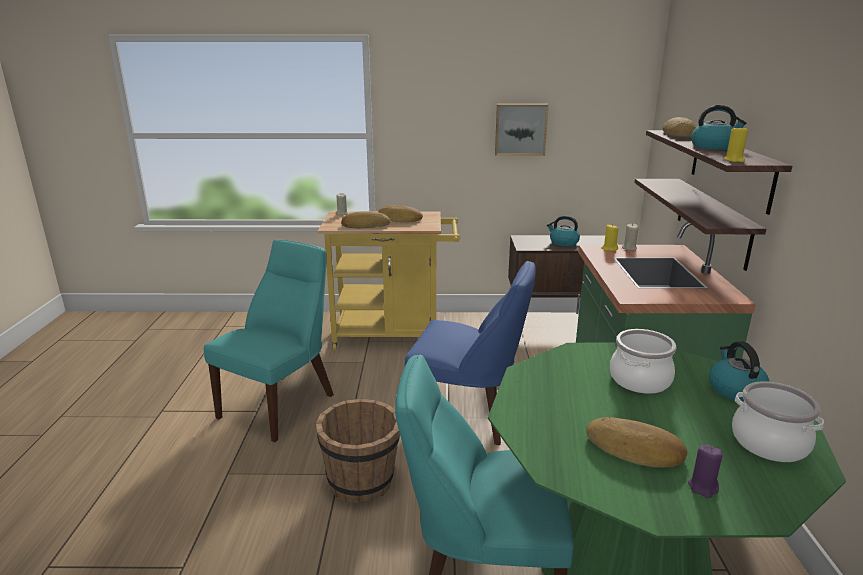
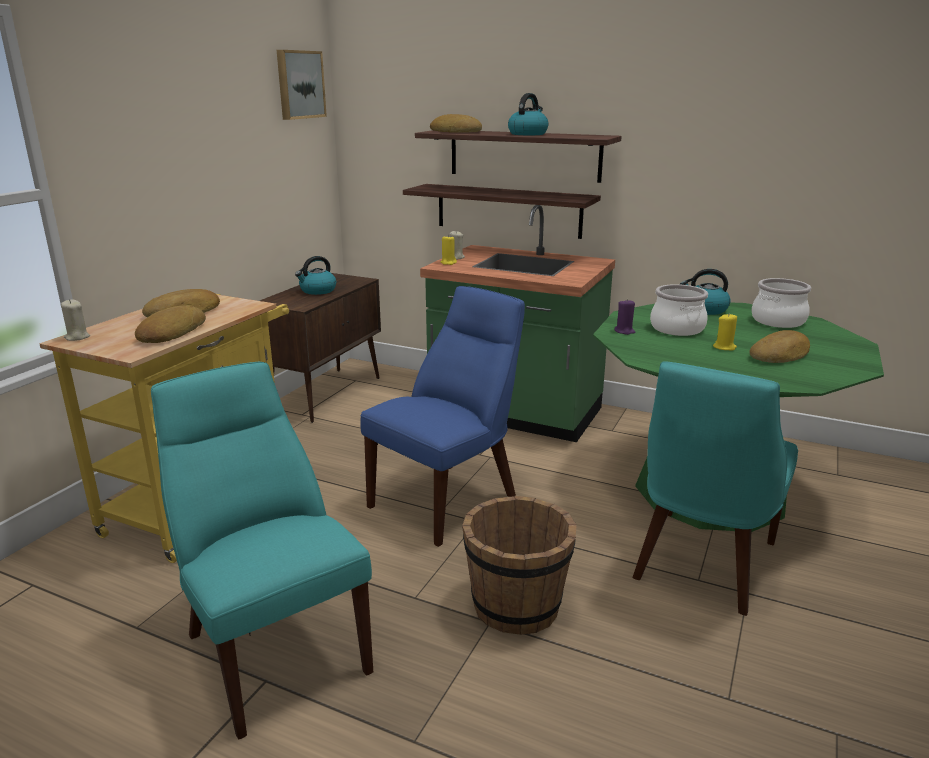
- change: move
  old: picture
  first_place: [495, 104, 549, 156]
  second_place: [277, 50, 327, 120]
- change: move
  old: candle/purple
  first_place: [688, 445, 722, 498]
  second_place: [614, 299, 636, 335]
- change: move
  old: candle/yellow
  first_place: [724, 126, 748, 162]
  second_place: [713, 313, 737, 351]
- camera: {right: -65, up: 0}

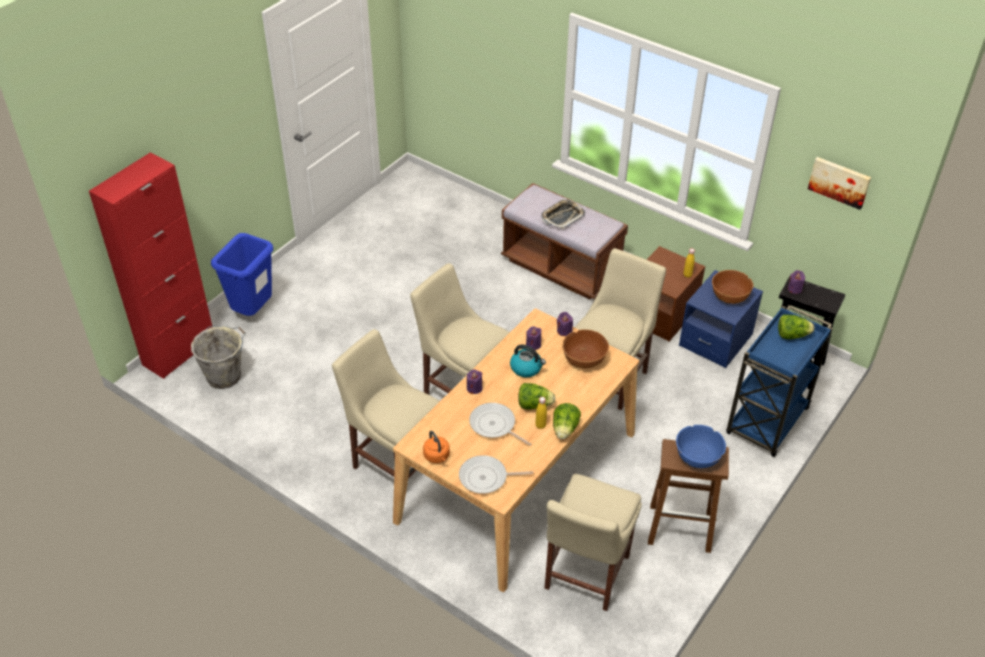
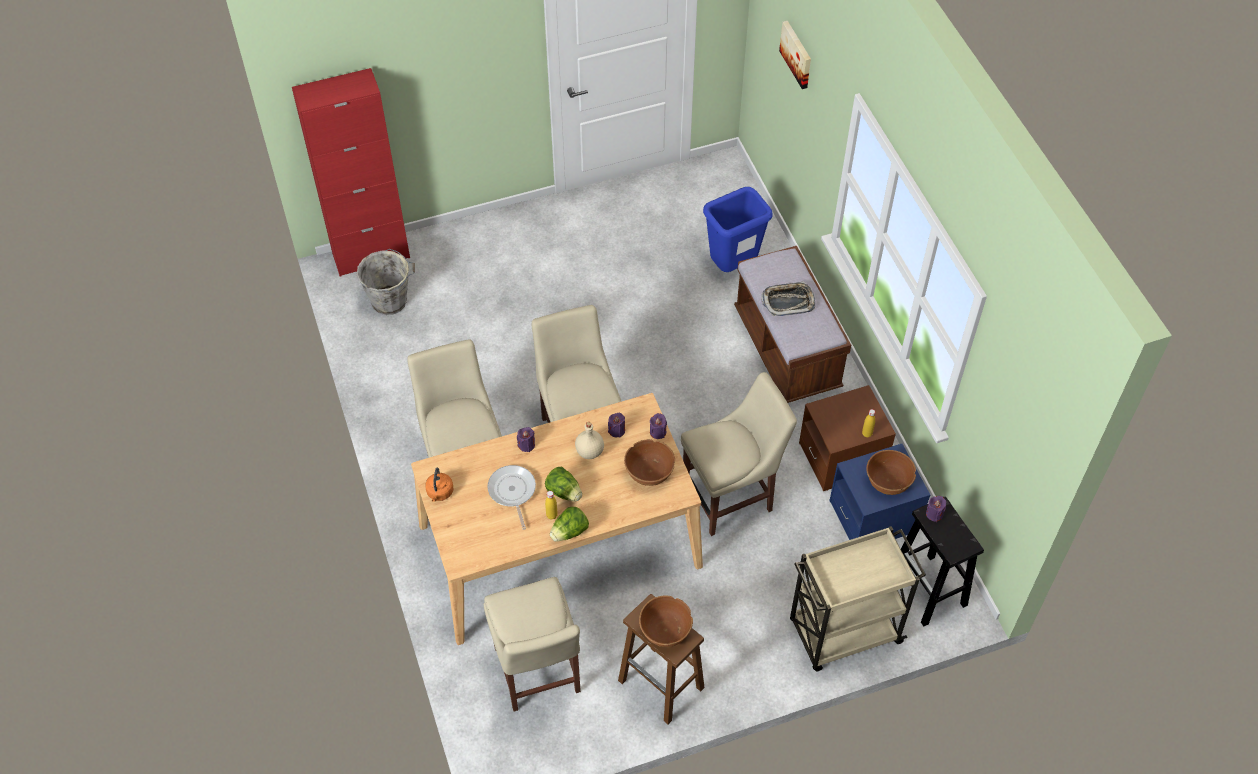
- change: move
  old: trash can/blue
  first_place: [211, 233, 274, 316]
  second_place: [703, 187, 773, 272]
- change: delete
  old: frying pan
  first_place: [459, 455, 533, 494]
- change: replace
  old: kettle
  new: bottle/beige
  first_place: [510, 345, 546, 377]
  second_place: [575, 422, 604, 459]
- change: rotate
  old: chair/beige
  first_place: [545, 474, 642, 611]
  second_place: [484, 577, 581, 711]
  degrees: -75
- change: recolor
  old: bowl/blue
  new: bowl/brown
  first_place: [676, 425, 726, 468]
  second_place: [639, 596, 693, 647]
- change: recolor
  old: cart/blue
  new: cart/beige
  first_place: [726, 305, 833, 457]
  second_place: [790, 526, 926, 672]
- change: delete
  old: lettuce
  first_place: [778, 315, 814, 339]
- change: move
  old: picture
  first_place: [808, 157, 871, 210]
  second_place: [779, 21, 811, 89]
- camera: {right: 35, up: 10}

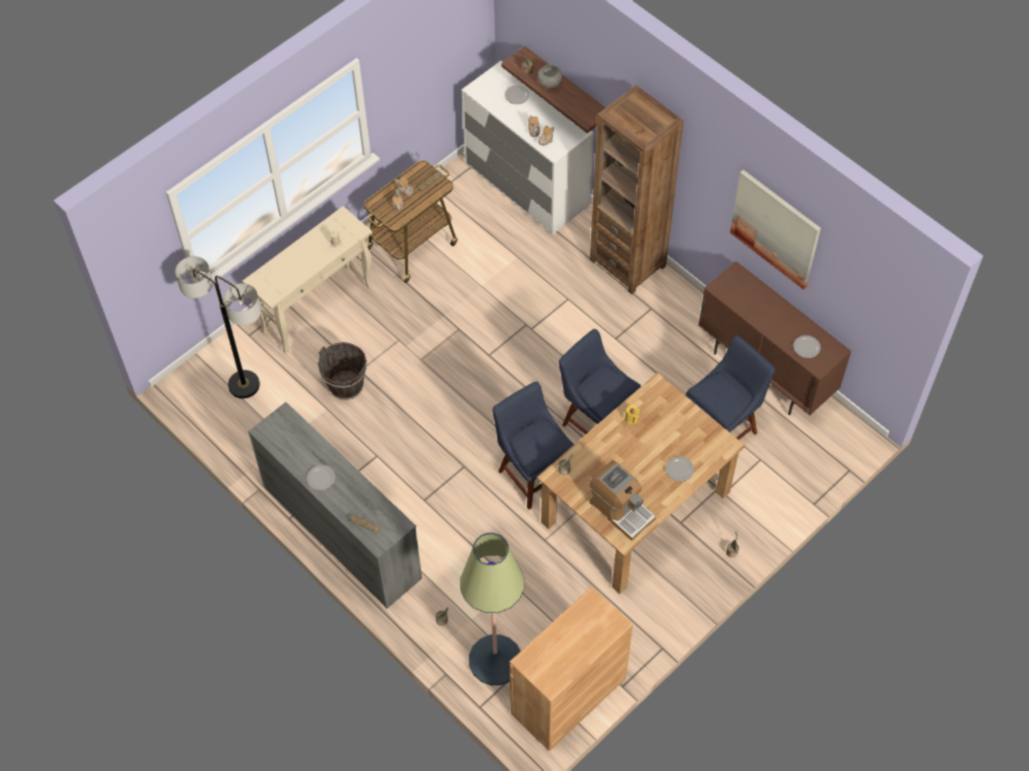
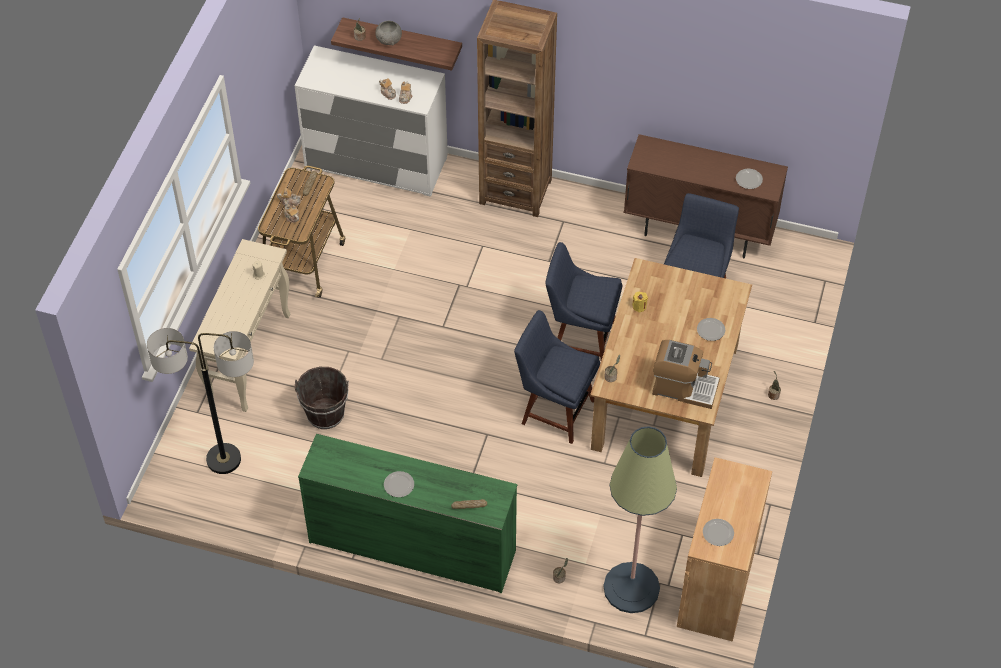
- change: recolor
  old: dresser/grey
  new: dresser/green
  first_place: [248, 402, 422, 609]
  second_place: [298, 434, 517, 593]
- change: move
  old: plate
  first_place: [505, 85, 530, 104]
  second_place: [703, 519, 734, 546]
- change: delete
  old: picture
  first_place: [730, 170, 821, 290]
- camera: {right: -30, up: -5}

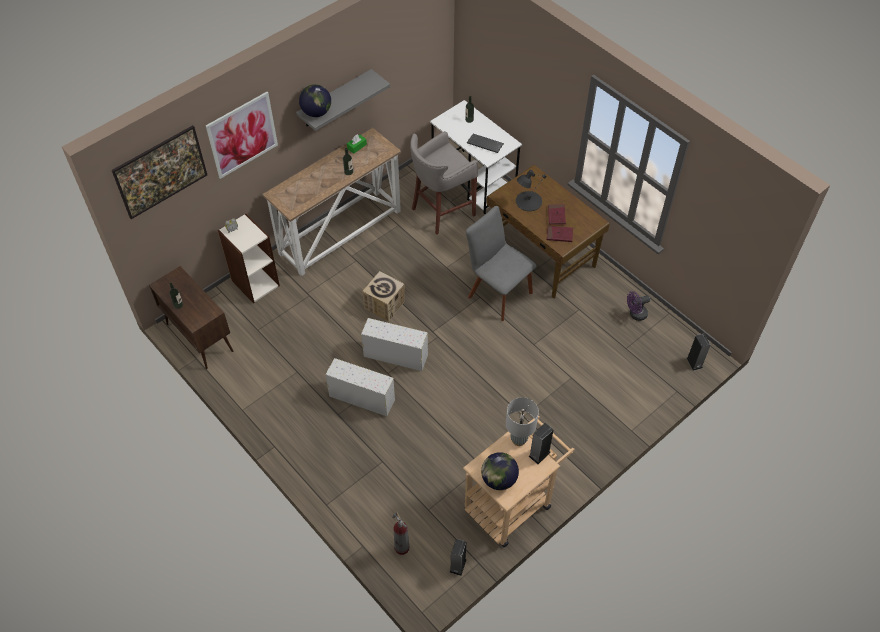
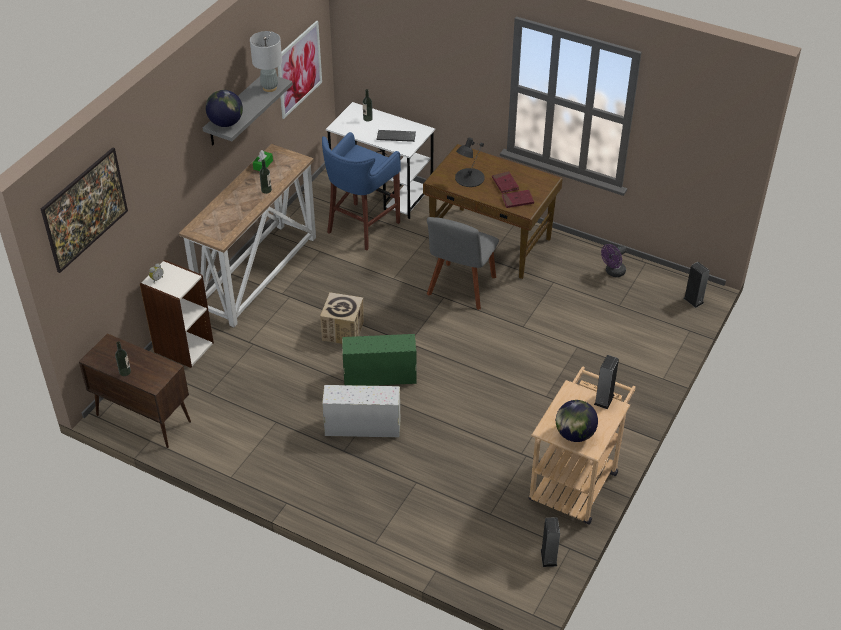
- change: move
  old: picture
  first_place: [206, 92, 278, 179]
  second_place: [277, 21, 322, 119]
- change: recolor
  old: storage box/white
  new: storage box/green
  first_place: [361, 318, 428, 371]
  second_place: [342, 334, 416, 386]
- change: delete
  old: fire extinguisher
  first_place: [392, 511, 409, 555]
- change: recolor
  old: stool/grey
  new: stool/blue
  first_place: [410, 131, 478, 235]
  second_place: [322, 132, 401, 250]
- change: rotate
  old: chair/grey
  first_place: [466, 206, 537, 321]
  second_place: [427, 217, 499, 310]
  degrees: -90
- change: move
  old: table lamp/grey
  first_place: [506, 397, 539, 446]
  second_place: [250, 31, 282, 92]
- camera: {right: -20, up: -10}

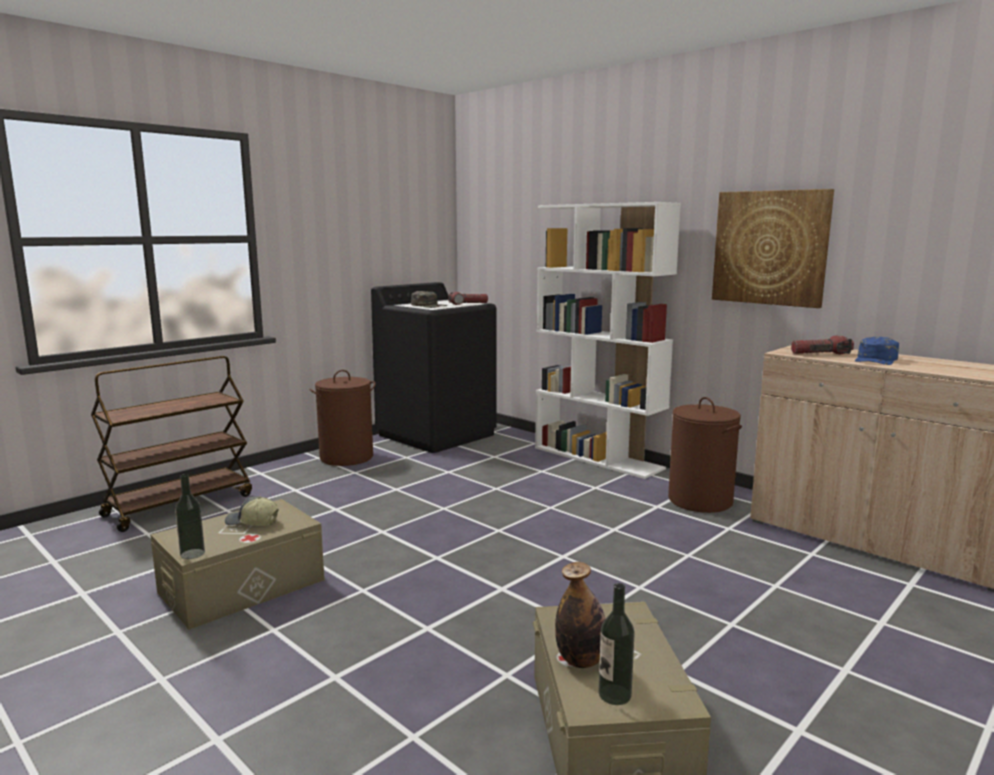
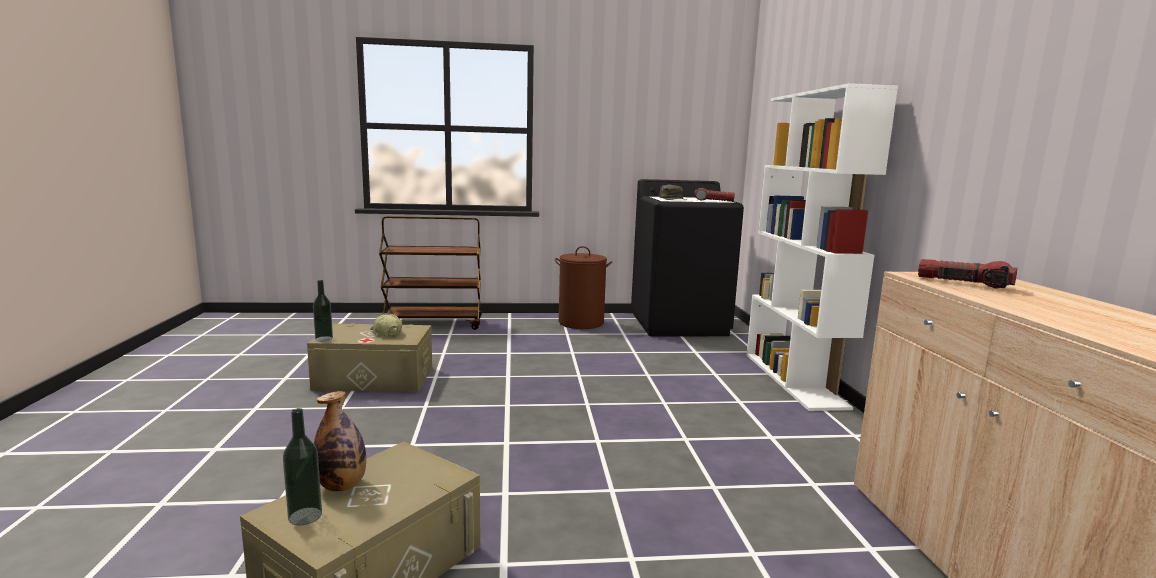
- change: delete
  old: laundry basket/brown
  first_place: [668, 397, 742, 513]
- change: delete
  old: picture
  first_place: [712, 189, 834, 308]
- change: delete
  old: cap/blue
  first_place: [855, 337, 899, 365]
- camera: {right: 40, up: 0}

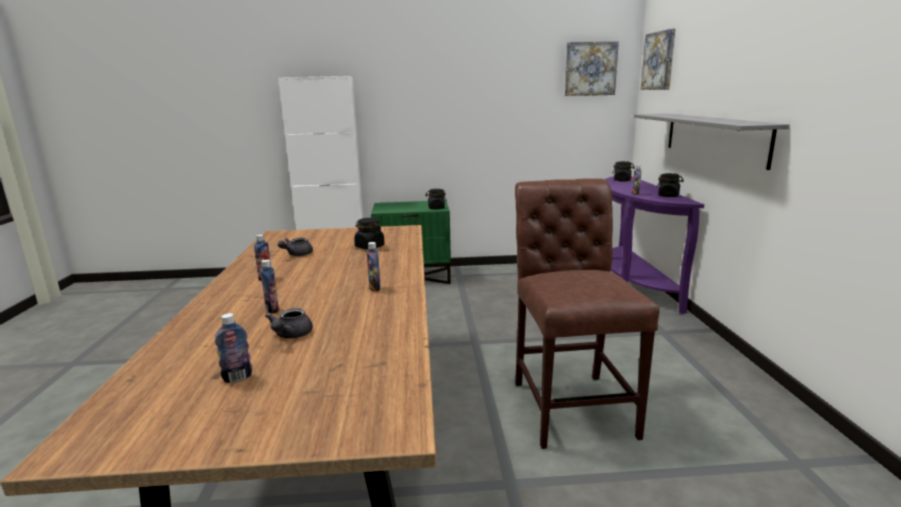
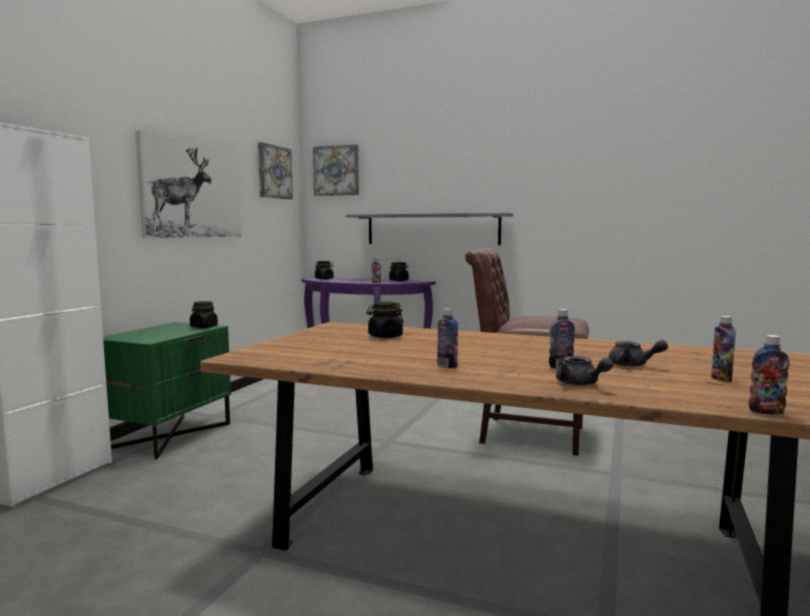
- change: move
  old: teapot/grey
  first_place: [278, 238, 313, 256]
  second_place: [556, 356, 614, 386]
- change: move
  old: bottle
  first_place: [367, 242, 381, 292]
  second_place: [749, 335, 790, 415]
- change: insert
  new: picture
  second_place: [135, 130, 242, 238]
- camera: {right: -65, up: -10}

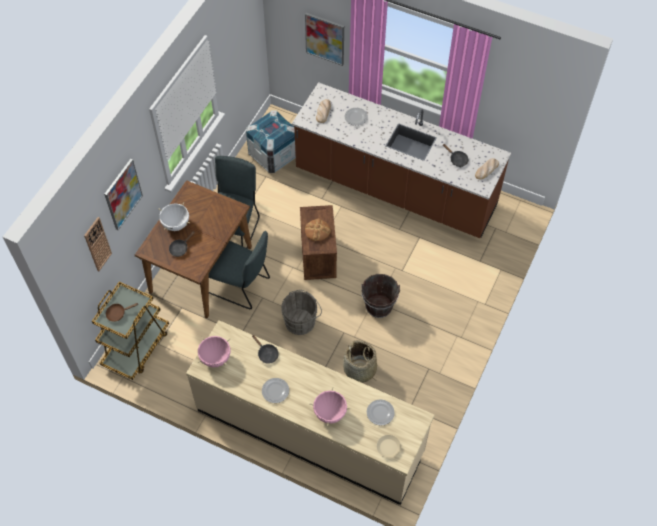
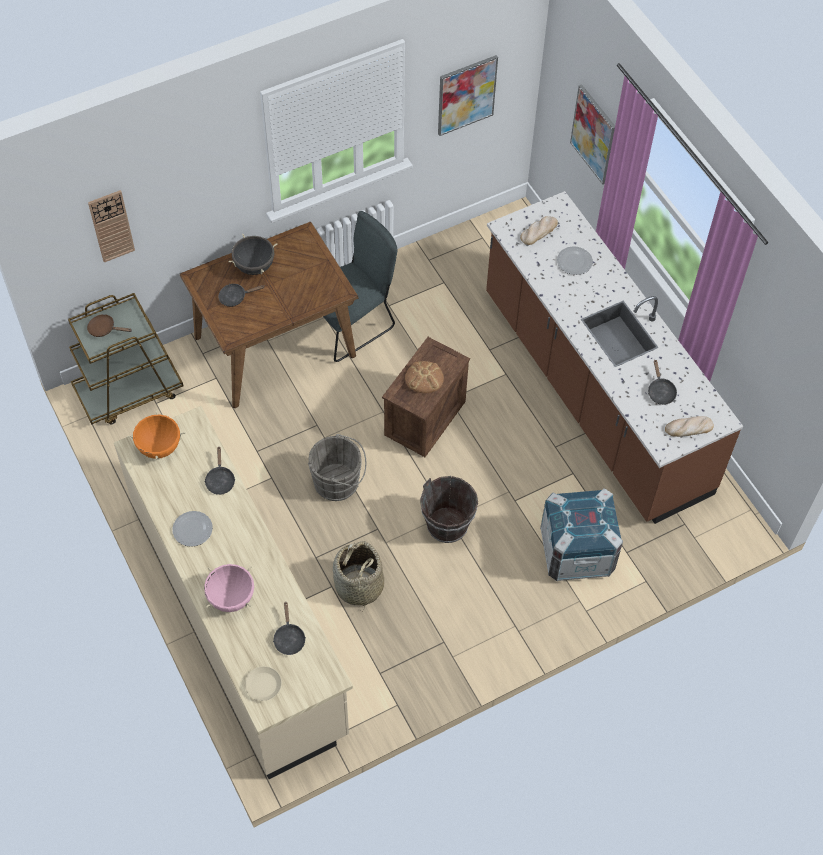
- change: move
  old: picture
  first_place: [104, 159, 143, 230]
  second_place: [438, 55, 498, 136]
- change: recolor
  old: cooking pot/white
  new: cooking pot/black
  first_place: [159, 203, 190, 231]
  second_place: [228, 234, 278, 275]
- change: recolor
  old: cooking pot/pink
  new: cooking pot/orange
  first_place: [198, 336, 231, 367]
  second_place: [127, 410, 186, 460]
- change: delete
  old: chair/grey
  first_place: [209, 231, 270, 309]
- change: move
  old: crate
  first_place: [246, 110, 296, 173]
  second_place: [540, 488, 623, 581]
- change: replace
  old: plate
  new: frying pan/black
  first_place: [367, 399, 395, 426]
  second_place: [273, 602, 306, 655]
- camera: {right: 35, up: 0}

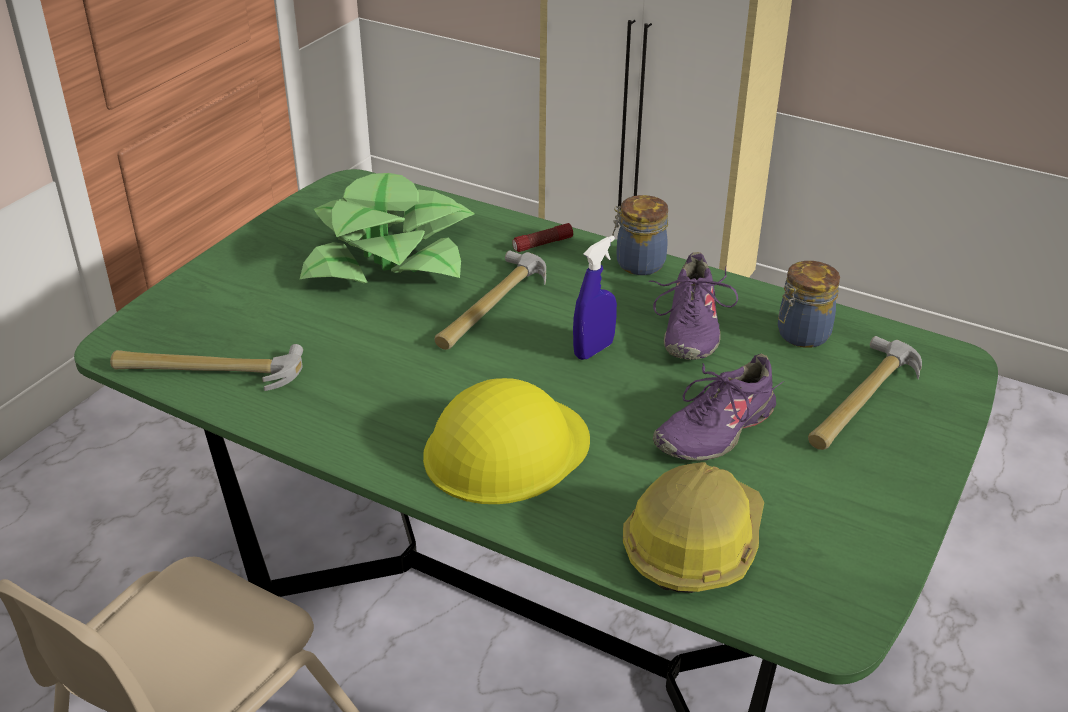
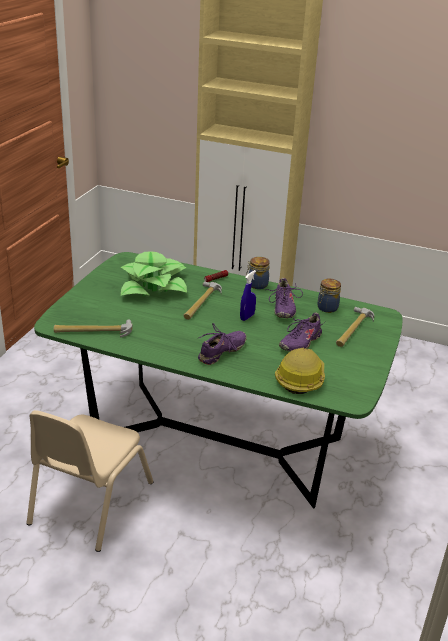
- change: replace
  old: hard hat/yellow
  new: shoe/purple
  first_place: [423, 378, 590, 504]
  second_place: [198, 323, 247, 365]
- camera: {right: -10, up: -5}

